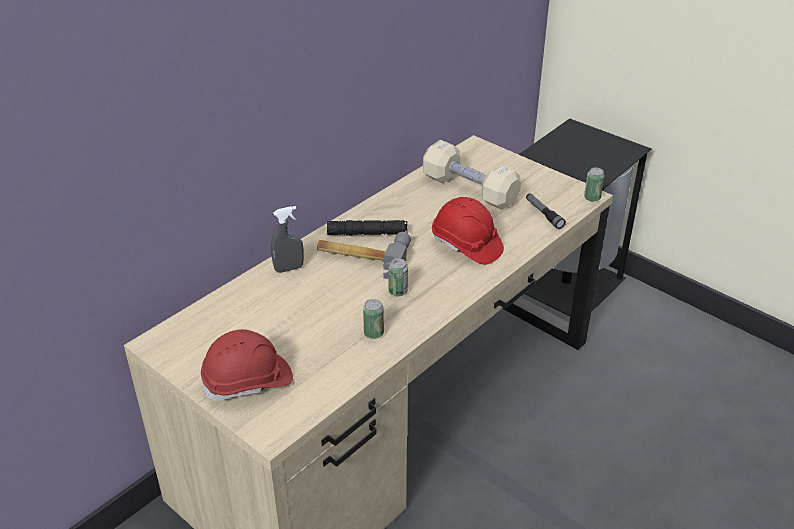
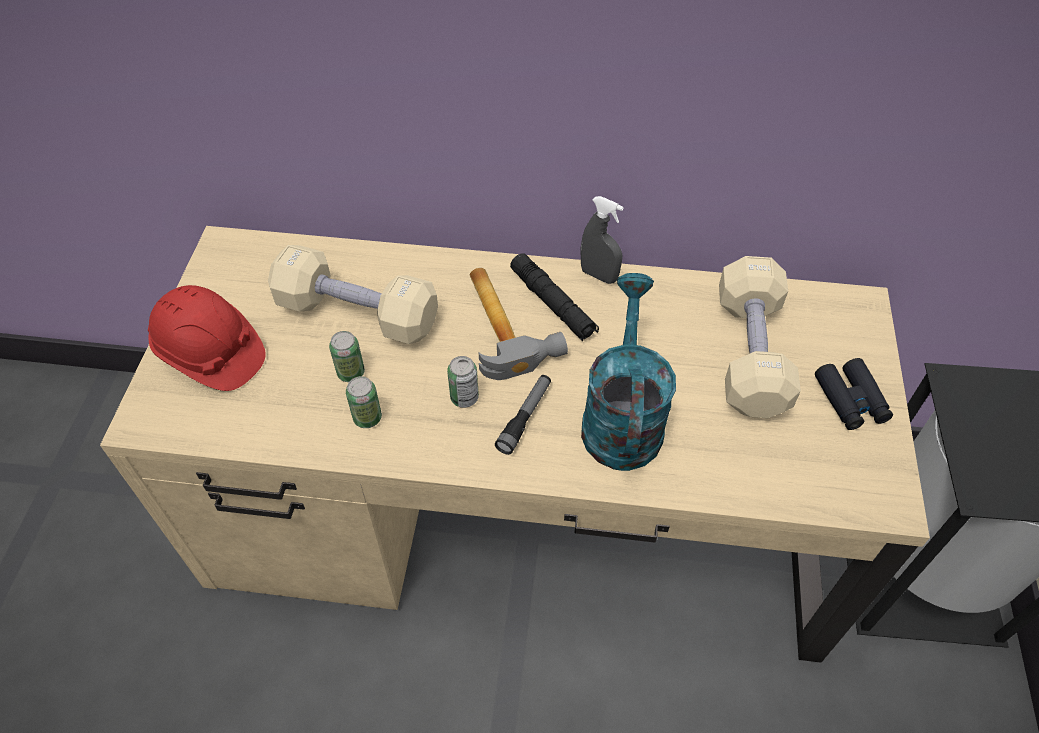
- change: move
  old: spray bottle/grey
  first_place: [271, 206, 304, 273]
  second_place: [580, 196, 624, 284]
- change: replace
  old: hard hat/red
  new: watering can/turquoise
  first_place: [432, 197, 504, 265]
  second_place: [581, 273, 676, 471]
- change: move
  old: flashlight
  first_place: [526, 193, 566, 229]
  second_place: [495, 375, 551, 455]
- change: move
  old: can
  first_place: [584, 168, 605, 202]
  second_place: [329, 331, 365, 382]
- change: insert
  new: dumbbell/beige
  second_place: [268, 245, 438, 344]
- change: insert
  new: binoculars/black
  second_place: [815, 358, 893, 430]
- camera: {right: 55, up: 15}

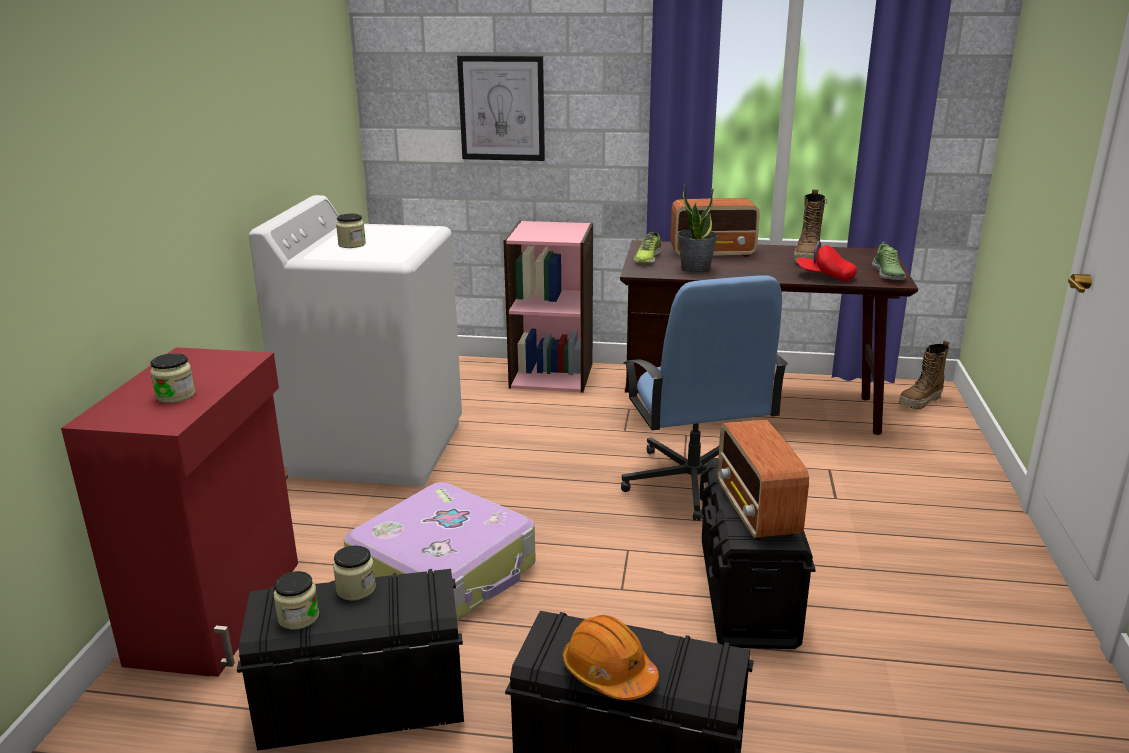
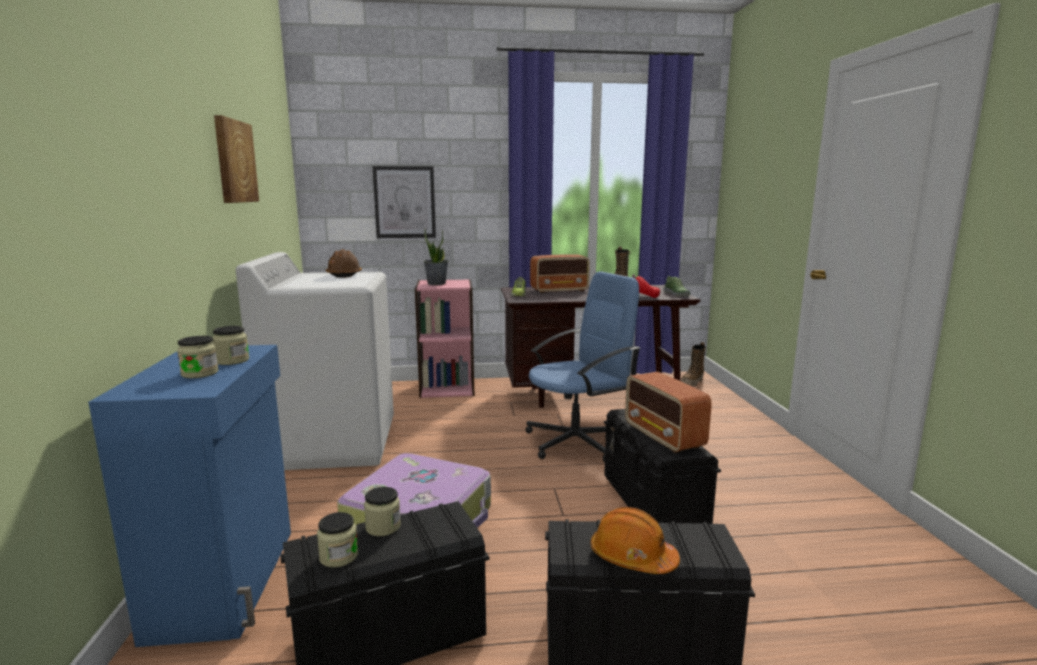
- change: recolor
  old: cabinet/red
  new: cabinet/blue
  first_place: [61, 347, 298, 677]
  second_place: [88, 345, 291, 647]
- change: move
  old: jar
  first_place: [336, 213, 366, 248]
  second_place: [212, 326, 249, 365]
- change: rotate
  old: office chair/blue
  first_place: [621, 275, 788, 521]
  second_place: [526, 271, 640, 463]
  degrees: -90
- change: move
  old: potted plant
  first_place: [678, 183, 718, 274]
  second_place: [423, 229, 449, 285]
- change: insert
  new: picture
  second_place: [214, 115, 259, 203]
- change: insert
  new: hard hat/brown
  second_place: [326, 249, 362, 278]
- camera: {right: -15, up: -10}

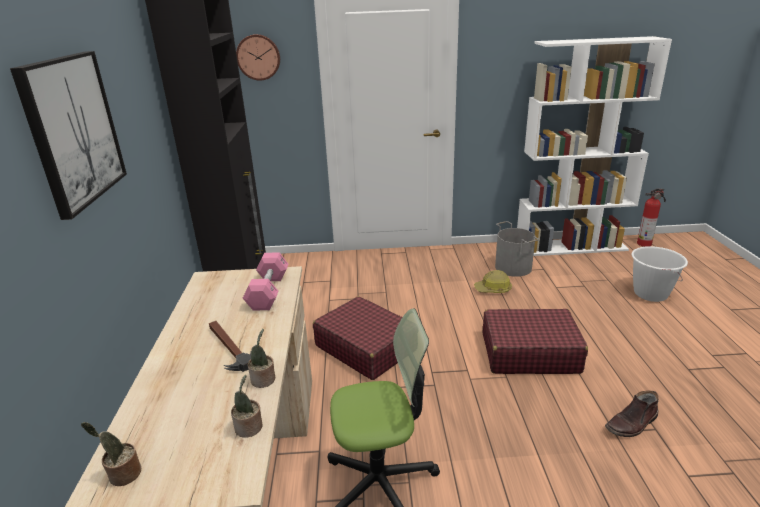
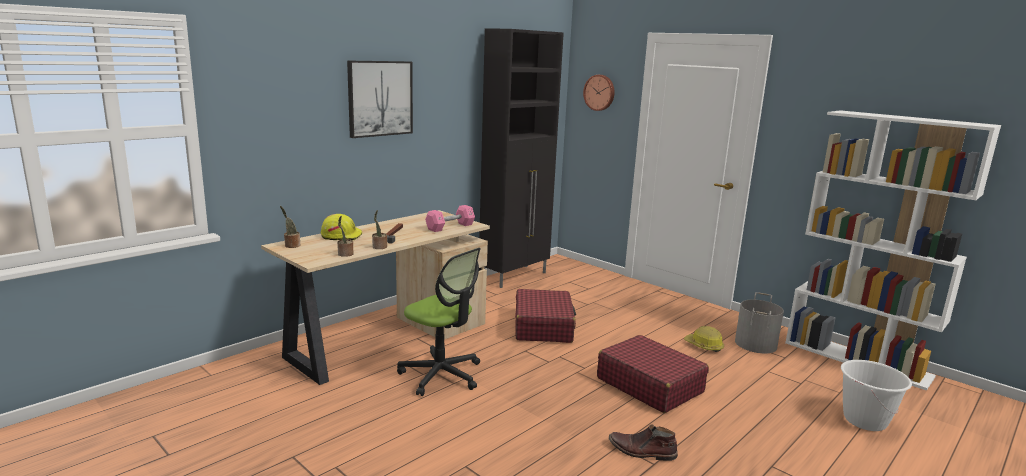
- change: delete
  old: fire extinguisher
  first_place: [637, 189, 666, 247]
- change: insert
  new: hard hat/yellow
  second_place: [321, 214, 362, 240]
- camera: {right: 45, up: -10}

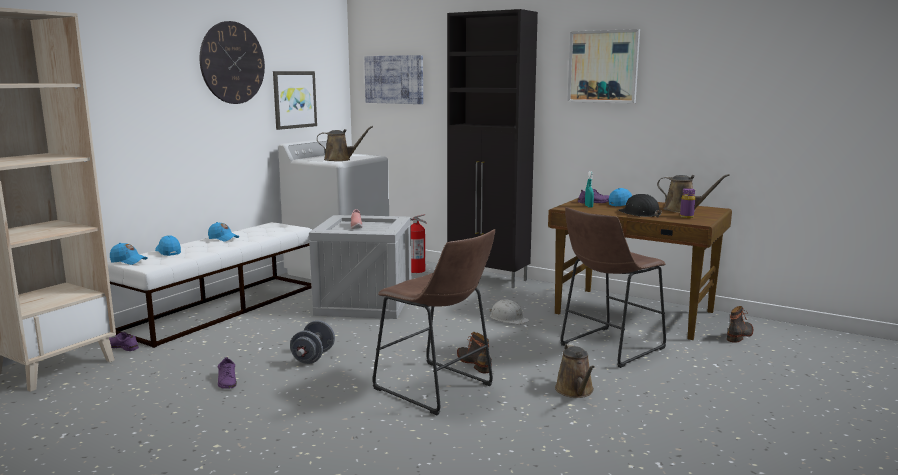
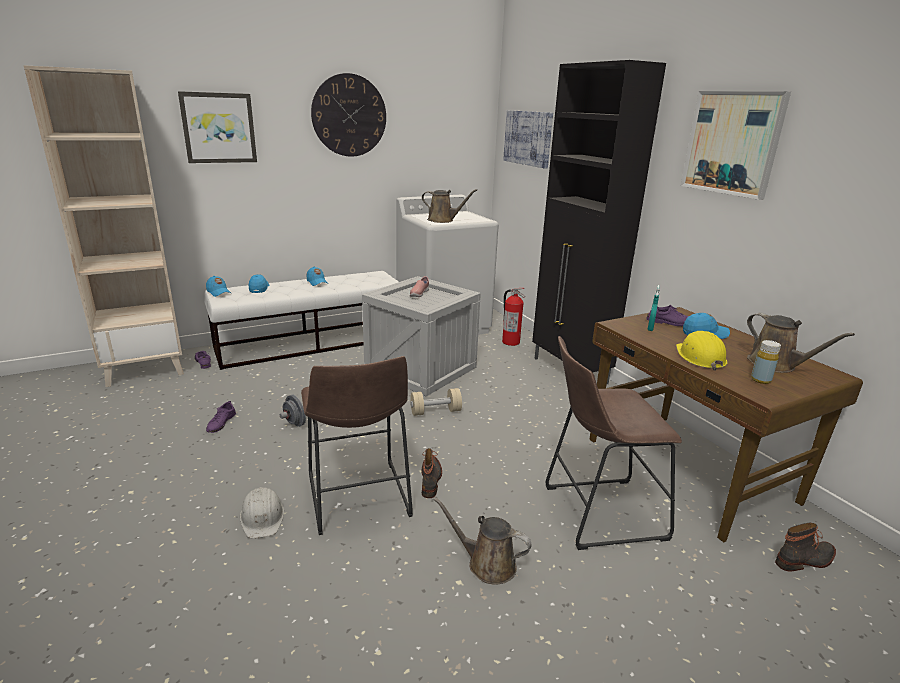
- change: move
  old: picture
  first_place: [273, 71, 317, 130]
  second_place: [178, 91, 257, 163]
- change: move
  old: hard hat/white
  first_place: [489, 300, 530, 325]
  second_place: [240, 487, 284, 539]
- change: rotate
  old: watering can/brown
  first_place: [555, 343, 595, 398]
  second_place: [433, 497, 532, 585]
  degrees: 90
- change: recolor
  old: hard hat/black
  new: hard hat/yellow
  first_place: [619, 194, 662, 218]
  second_place: [676, 331, 728, 371]
- change: recolor
  old: bottle/purple
  new: bottle/yellow
  first_place: [680, 188, 695, 218]
  second_place: [751, 340, 781, 384]
- change: insert
  new: dumbbell/beige
  second_place: [410, 388, 462, 416]
- camera: {right: 30, up: 10}

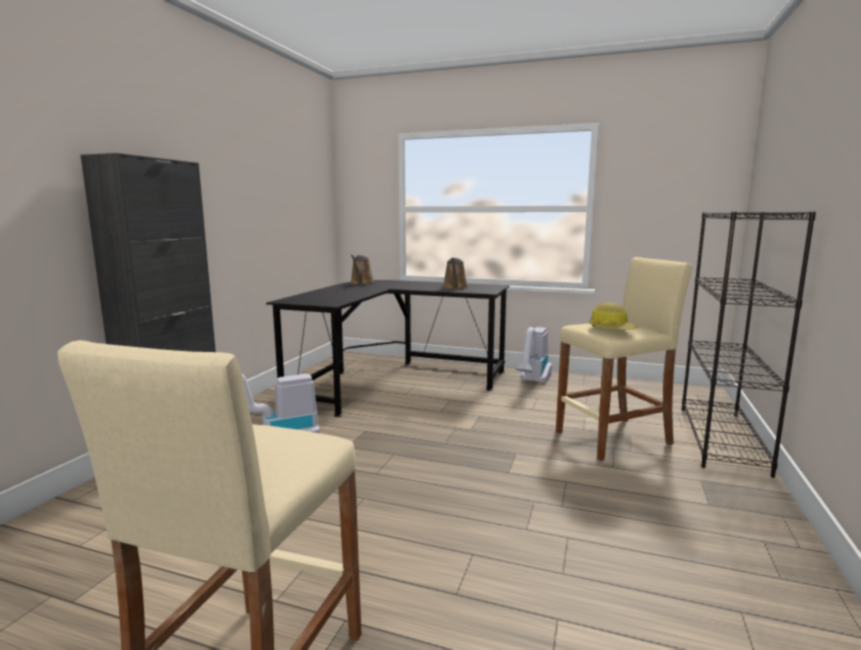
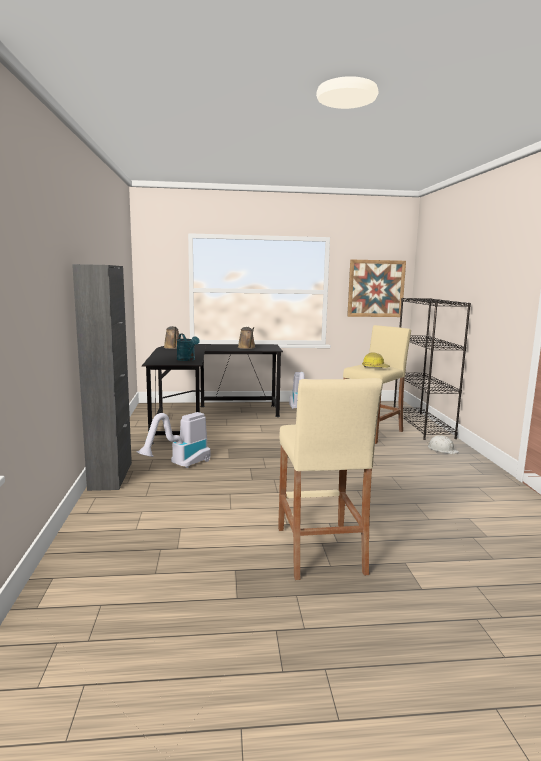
- change: insert
  new: watering can/turquoise
  second_place: [177, 333, 200, 361]
- change: insert
  new: picture
  second_place: [347, 260, 406, 317]
- change: insert
  new: hard hat/white
  second_place: [427, 435, 459, 454]
- camera: {right: -25, up: 0}

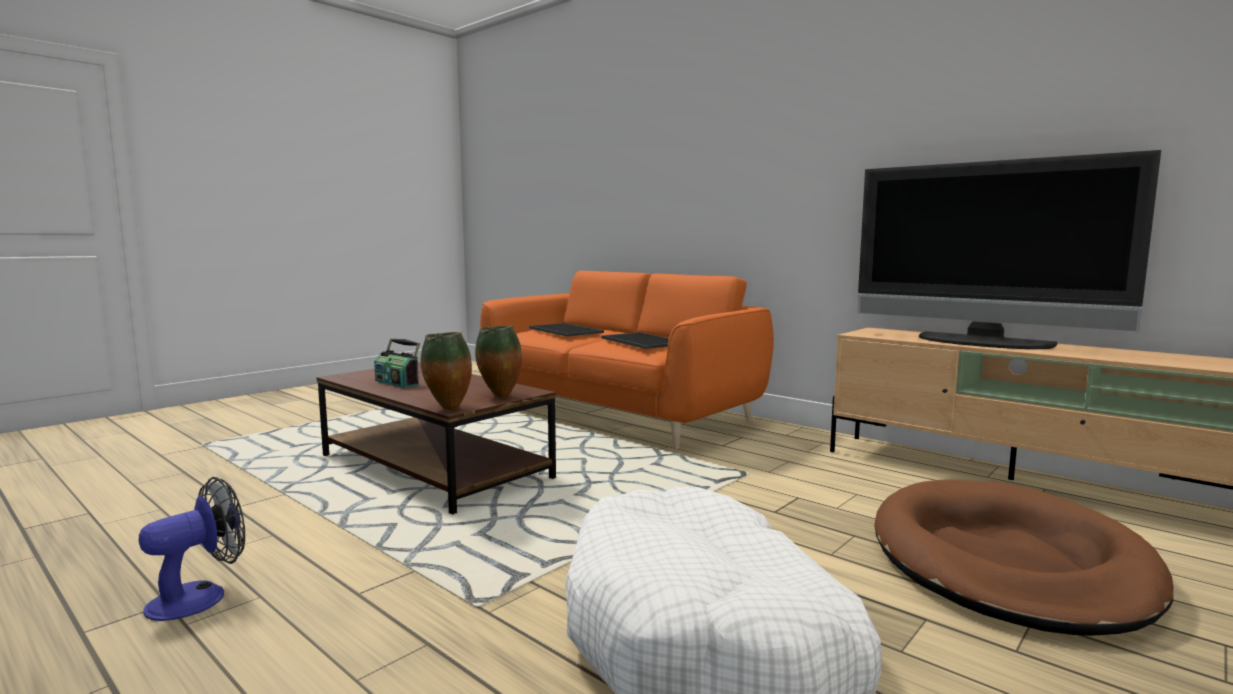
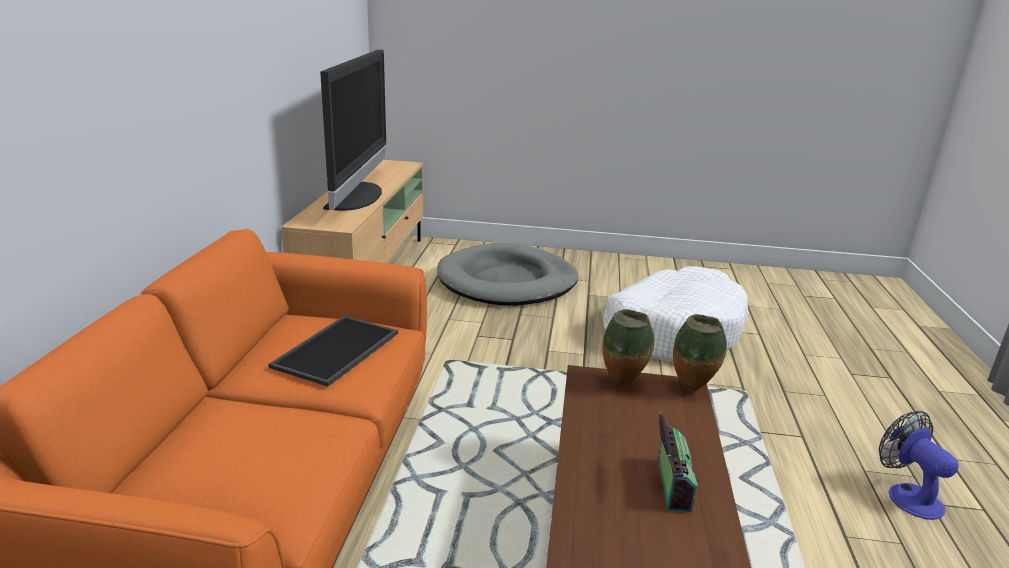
- change: rotate
  old: fan
  first_place: [139, 477, 245, 621]
  second_place: [879, 411, 959, 520]
  degrees: 60
- change: delete
  old: tray
  first_place: [529, 323, 604, 336]
- change: recolor
  old: dog bed/brown
  new: dog bed/grey
  first_place: [874, 480, 1173, 636]
  second_place: [437, 243, 578, 306]
- camera: {right: -125, up: 15}

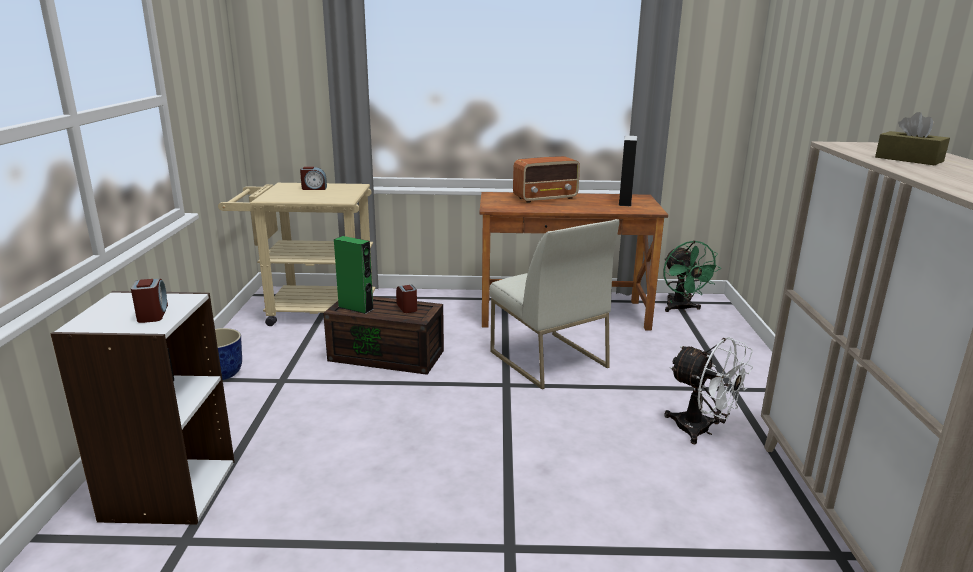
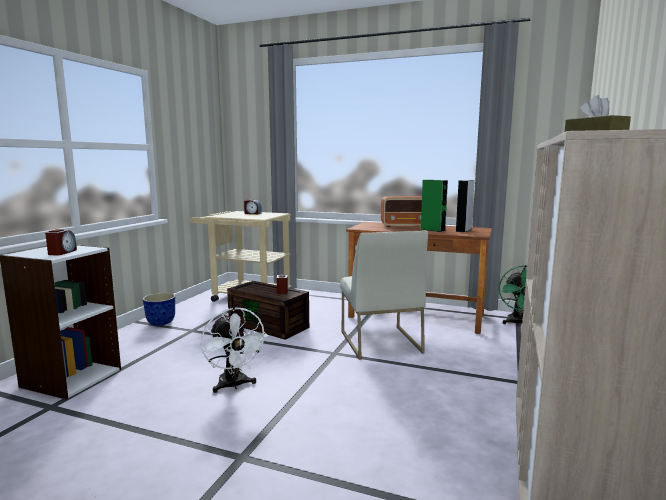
- change: move
  old: speaker/green
  first_place: [334, 236, 374, 314]
  second_place: [421, 180, 448, 232]
- change: move
  old: fan/white
  first_place: [664, 337, 753, 444]
  second_place: [201, 307, 268, 393]
- camera: {right: 20, up: -10}

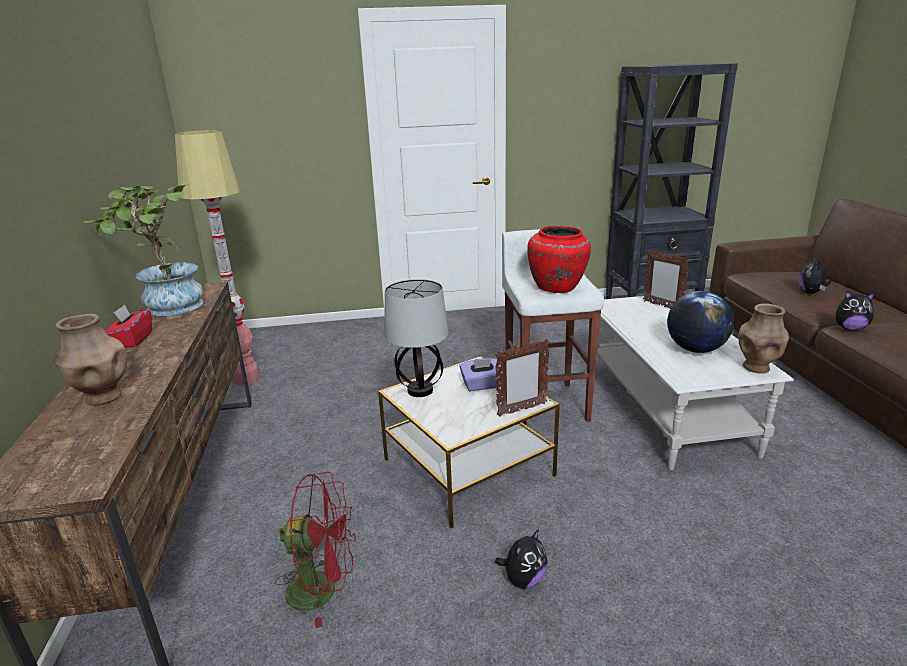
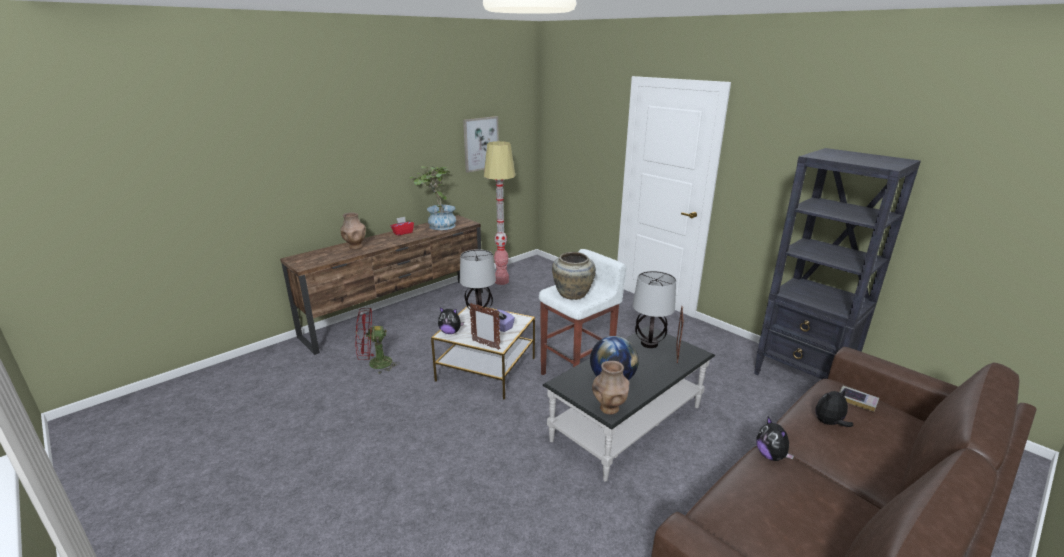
- change: rotate
  old: fan/red
  first_place: [275, 472, 356, 628]
  second_place: [355, 308, 400, 374]
  degrees: 105
- change: move
  old: plush toy
  first_place: [495, 529, 547, 589]
  second_place: [438, 307, 464, 334]
- change: recolor
  old: vase/red
  new: vase/beige
  first_place: [527, 226, 591, 293]
  second_place: [552, 252, 596, 300]
- change: recolor
  old: coffee table/white
  new: coffee table/black
  first_place: [596, 296, 794, 470]
  second_place: [542, 326, 715, 482]
- change: insert
  new: picture
  second_place: [463, 116, 499, 173]
- change: insert
  new: table lamp
  second_place: [633, 271, 676, 348]
- change: insert
  new: book
  second_place: [840, 386, 879, 412]
- camera: {right: 55, up: 0}

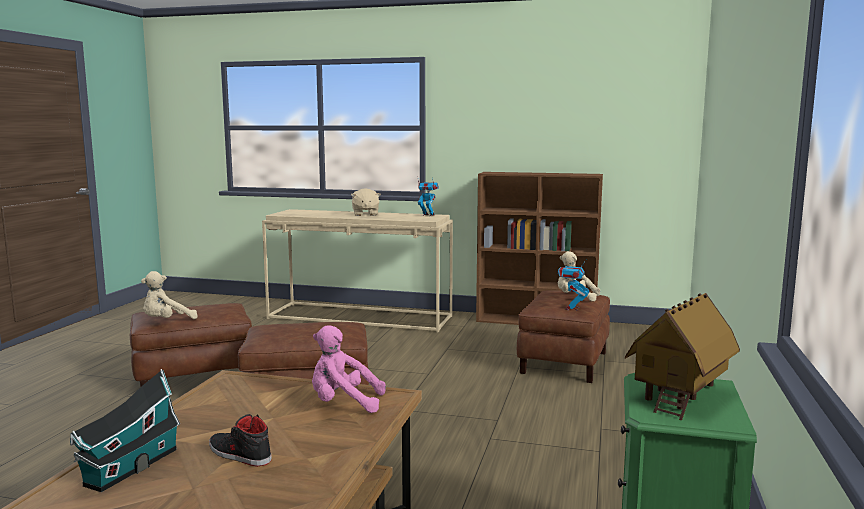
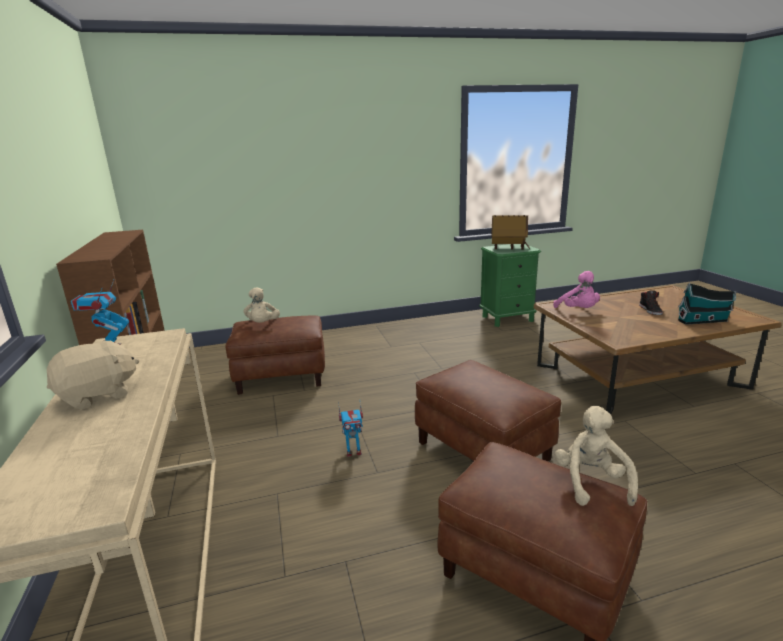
- change: rotate
  old: plush toy/beige
  first_place: [141, 271, 198, 319]
  second_place: [554, 406, 638, 506]
  degrees: -105
- change: move
  old: toy robot
  first_place: [557, 260, 589, 310]
  second_place: [338, 402, 363, 457]
- camera: {right: -120, up: 10}

